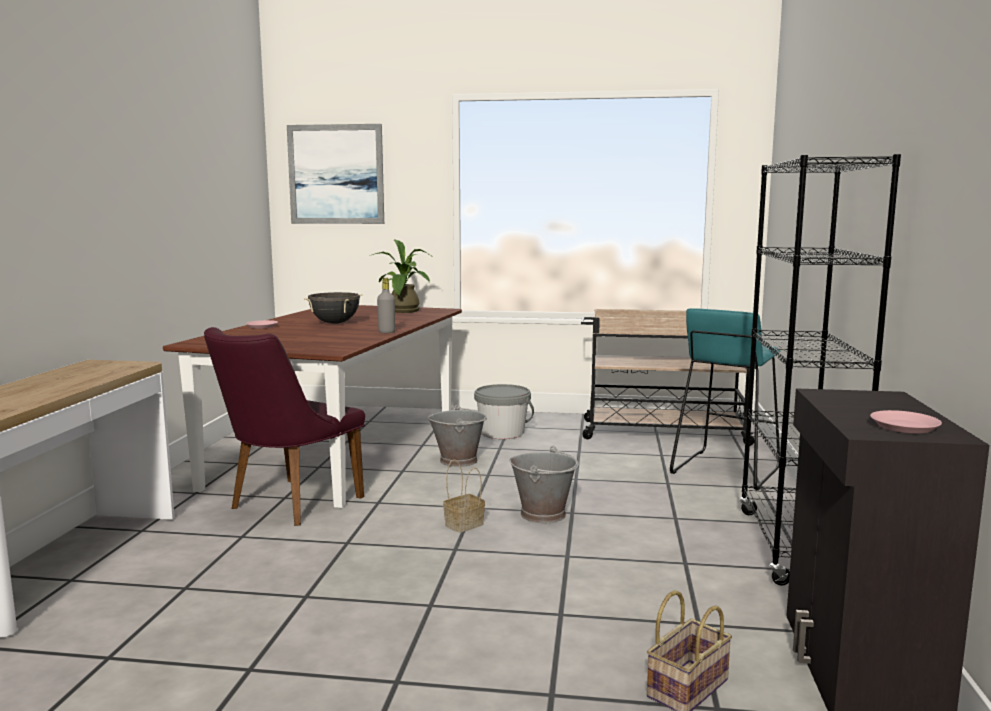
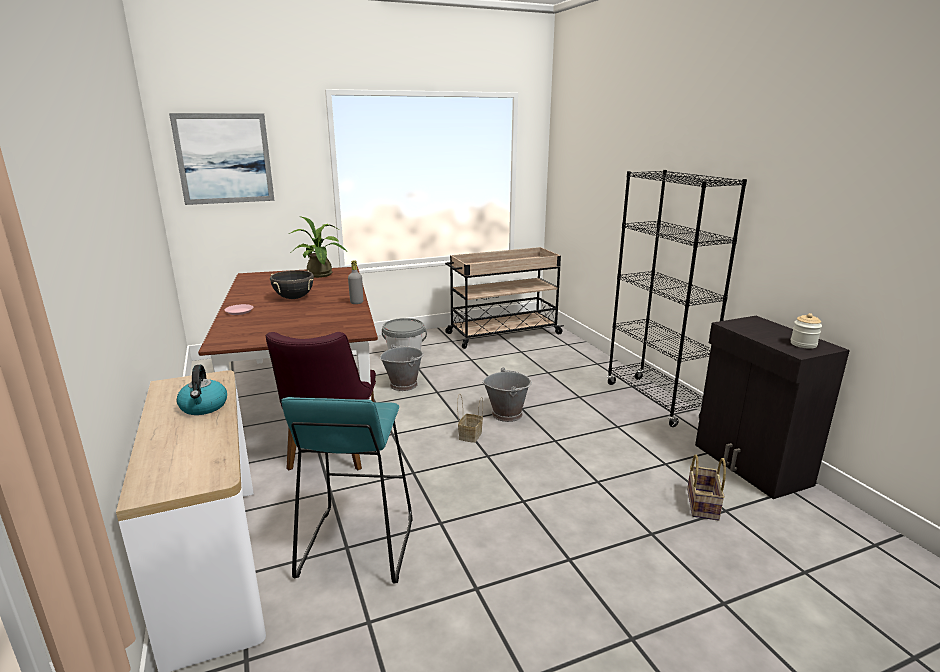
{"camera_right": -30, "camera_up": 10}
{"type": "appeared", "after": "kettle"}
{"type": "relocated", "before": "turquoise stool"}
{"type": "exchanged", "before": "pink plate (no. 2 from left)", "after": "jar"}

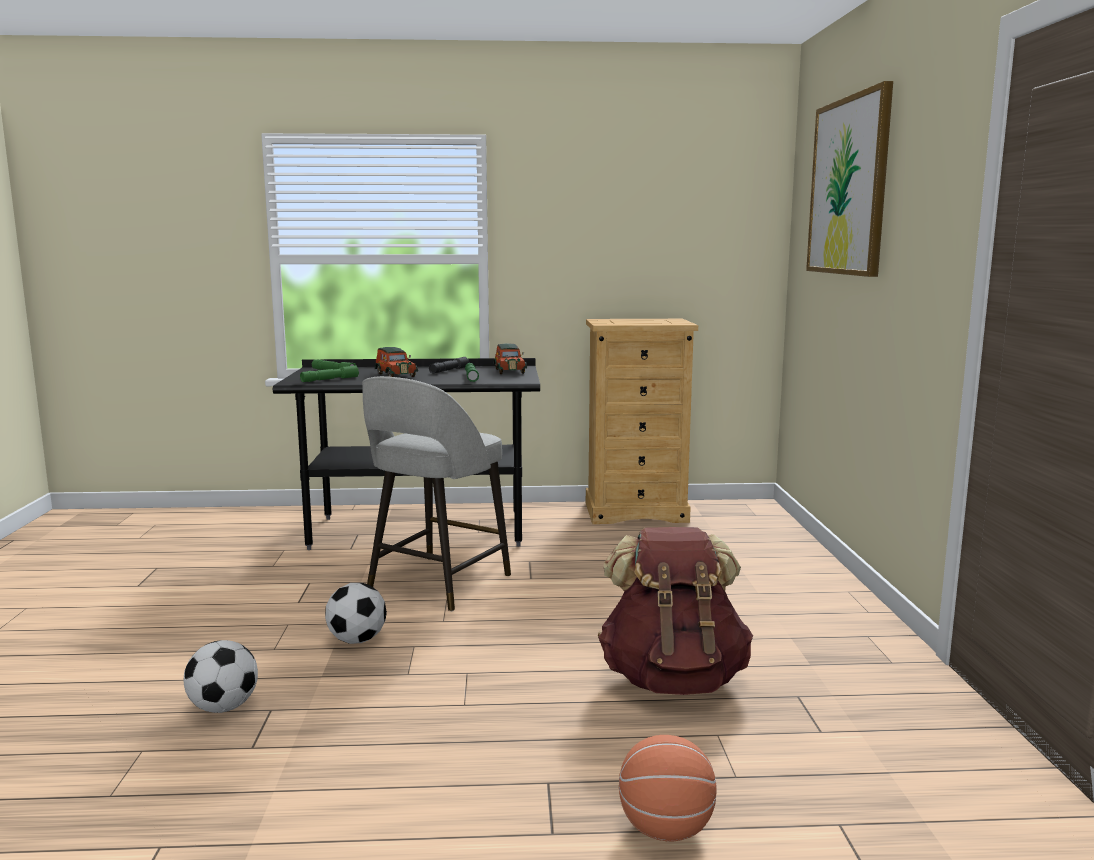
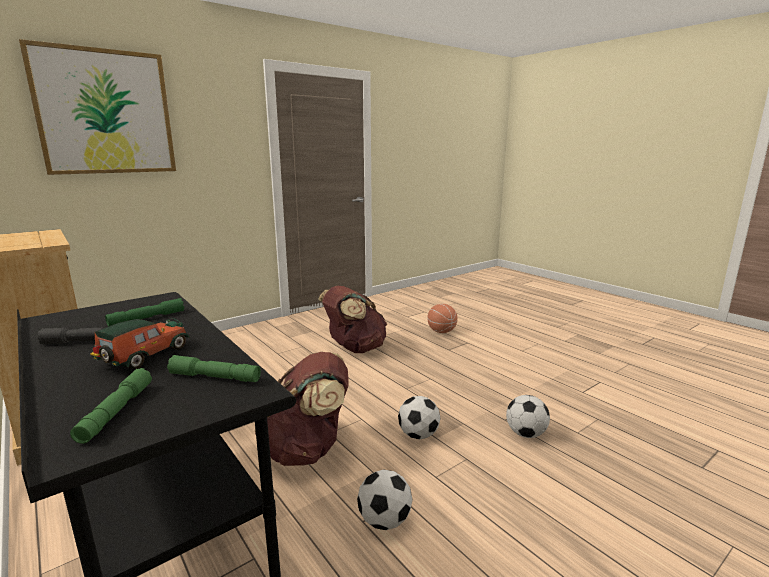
{"camera_right": -125, "camera_up": 5}
{"type": "exchanged", "before": "grey stool", "after": "brown backpack (no. 1 from left)"}
{"type": "appeared", "after": "football (no. 1 from left)"}
{"type": "missing", "before": "toy car (no. 2 from left)"}

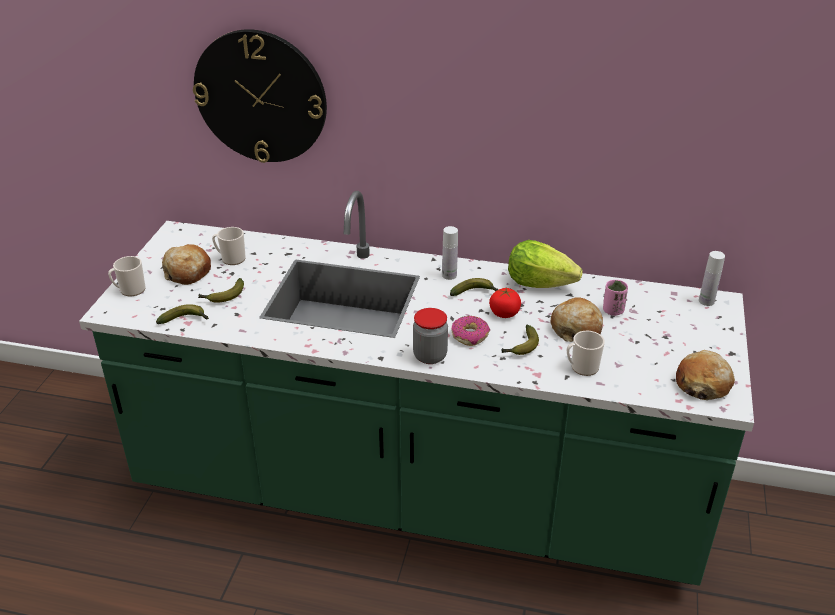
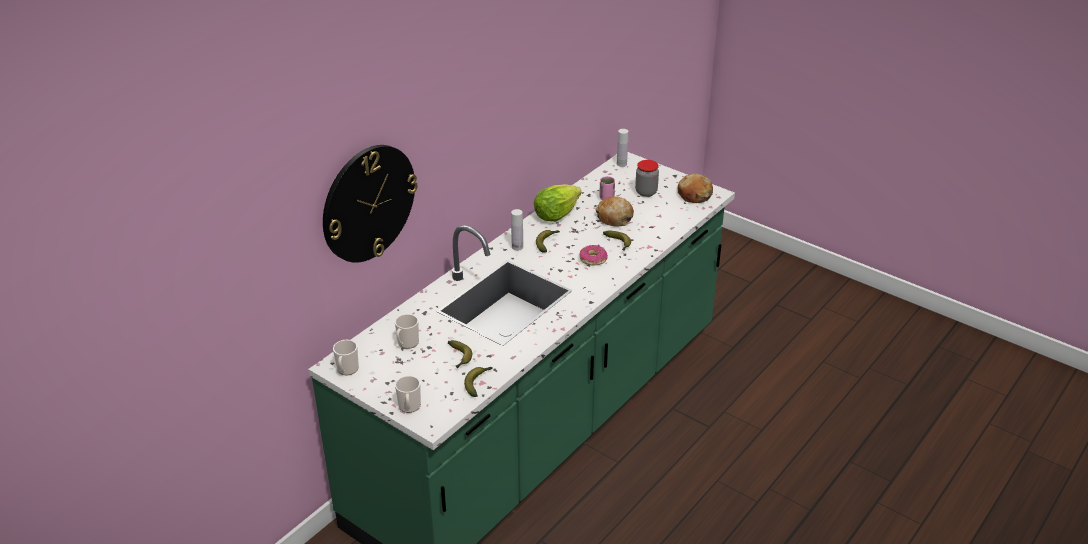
{"camera_right": -65, "camera_up": 0}
{"type": "relocated", "before": "mug (no. 3 from left in the first image)", "after": "mug (no. 1 from left)"}
{"type": "relocated", "before": "jar"}
{"type": "missing", "before": "bread (no. 1 from left)"}
{"type": "missing", "before": "tomato"}

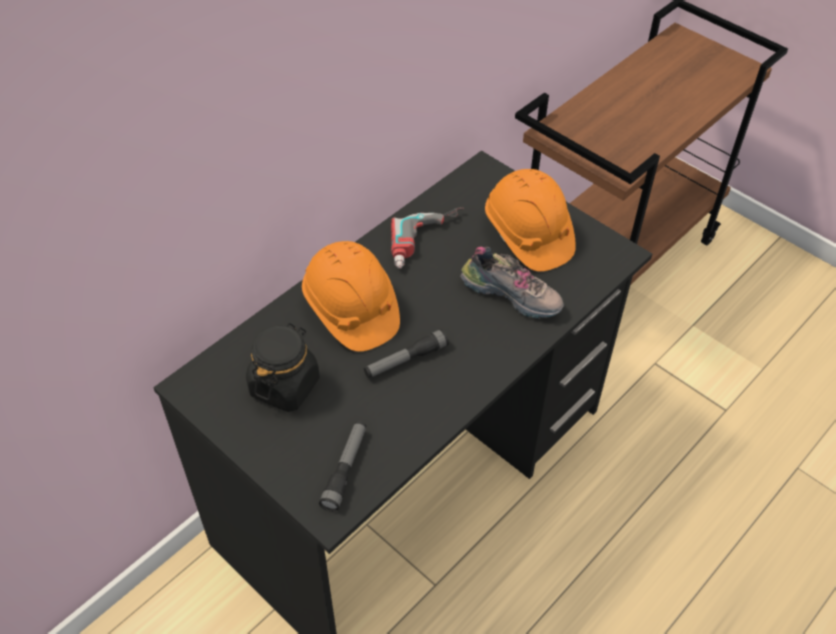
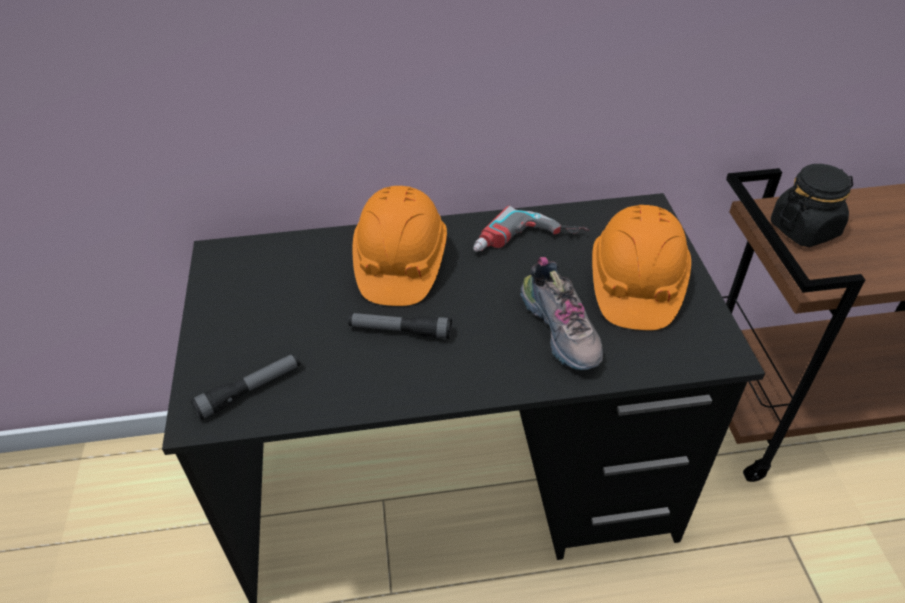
{"camera_right": 40, "camera_up": -5}
{"type": "relocated", "before": "black jar"}

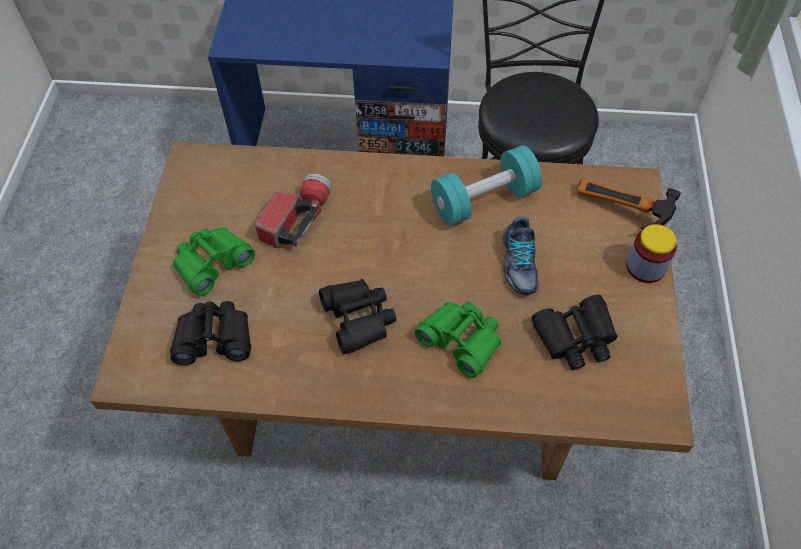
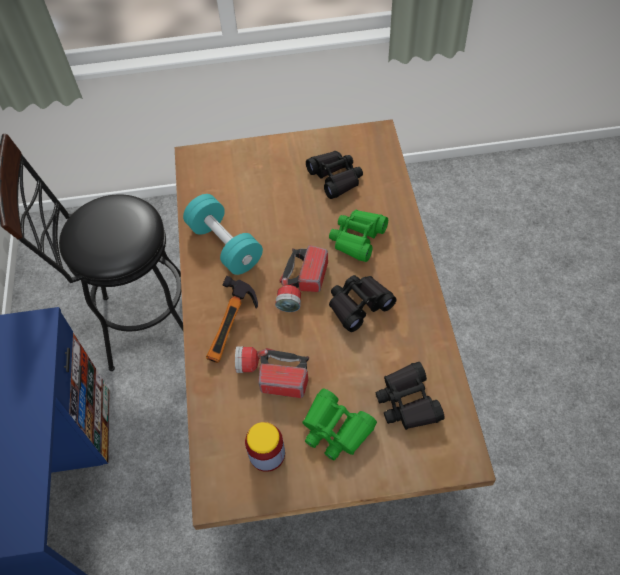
{"camera_right": -100, "camera_up": 0}
{"type": "relocated", "before": "hammer"}
{"type": "relocated", "before": "jar"}
{"type": "appeared", "after": "flashlight (no. 2 from left)"}
{"type": "missing", "before": "shoe"}

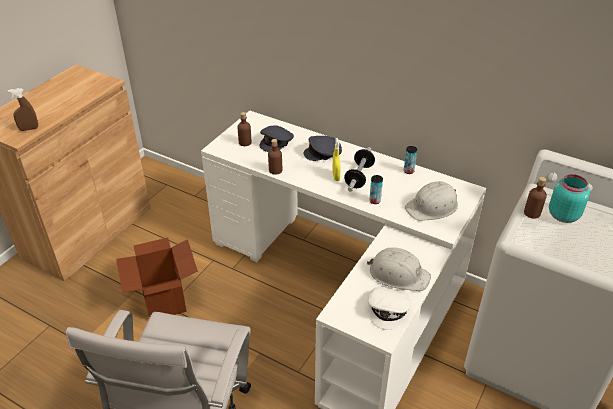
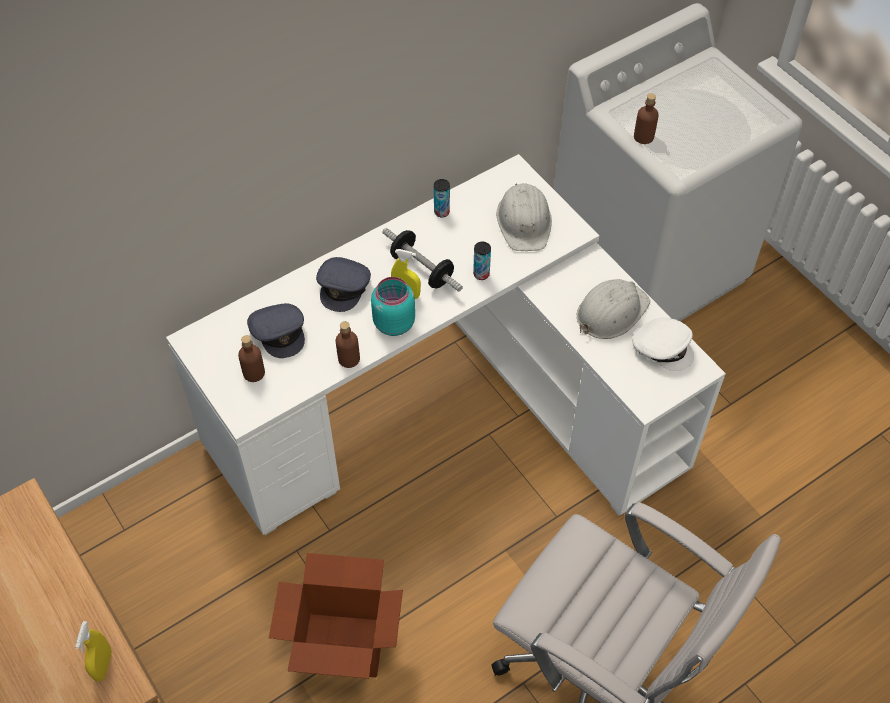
{"camera_right": -65, "camera_up": 15}
{"type": "colour", "before": "brown spray bottle", "after": "yellow spray bottle (no. 1 from left)"}
{"type": "relocated", "before": "turquoise jar"}

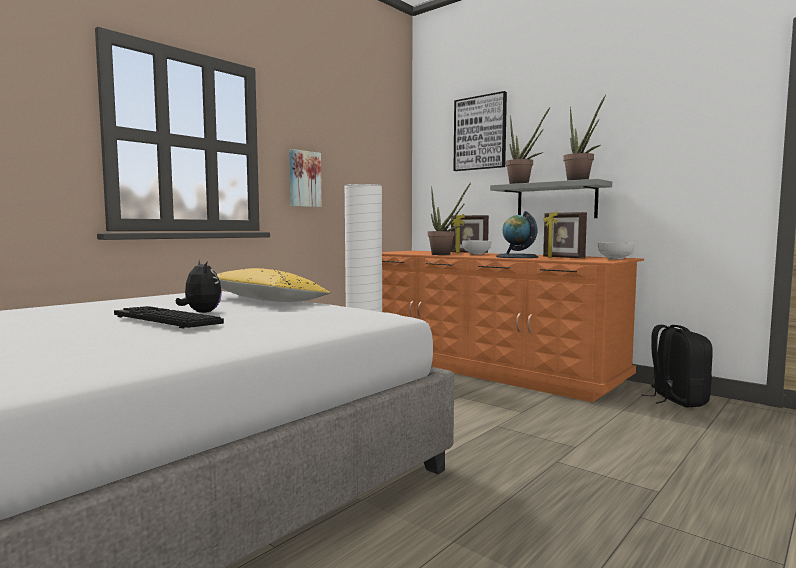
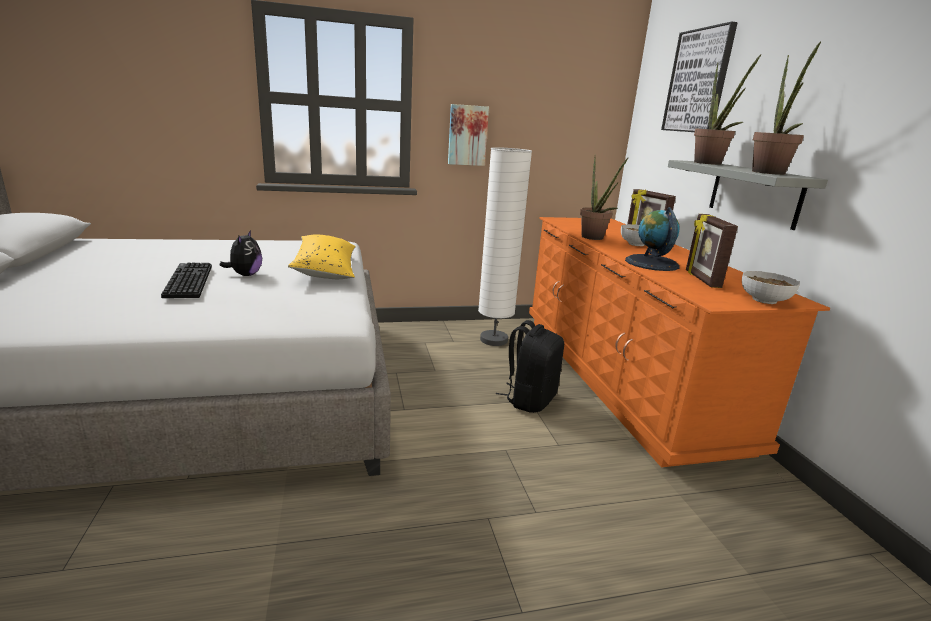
{"camera_right": 35, "camera_up": 15}
{"type": "relocated", "before": "black backpack"}

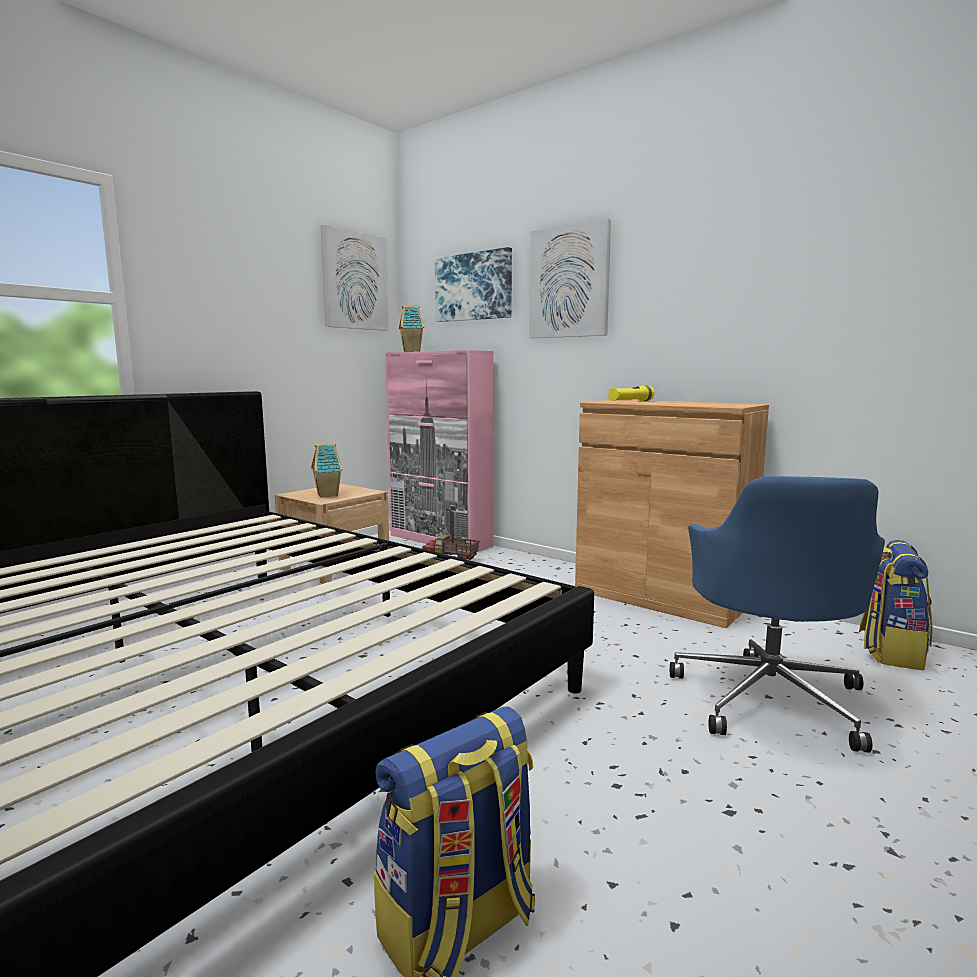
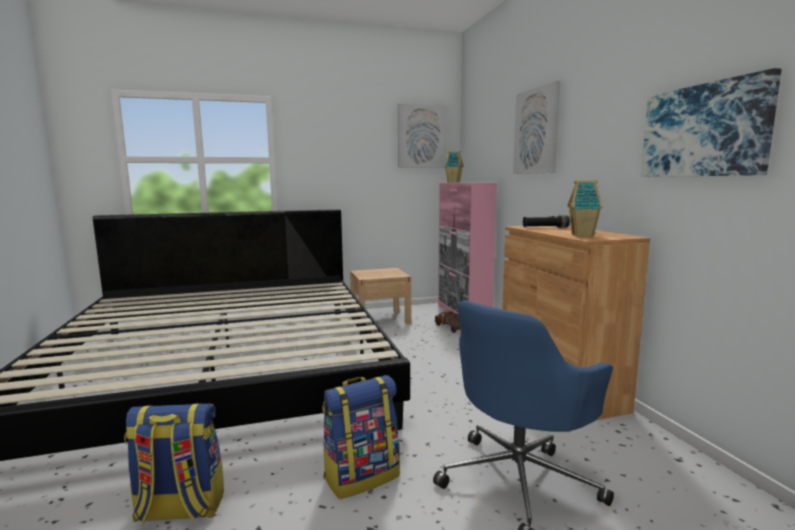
{"camera_right": 35, "camera_up": 0}
{"type": "relocated", "before": "backpack (no. 2 from left)"}
{"type": "colour", "before": "yellow flashlight", "after": "black flashlight"}
{"type": "relocated", "before": "toy house (no. 1 from left in the first image)", "after": "toy house (no. 2 from left)"}
{"type": "relocated", "before": "picture (no. 2 from left in the first image)", "after": "picture (no. 3 from left)"}

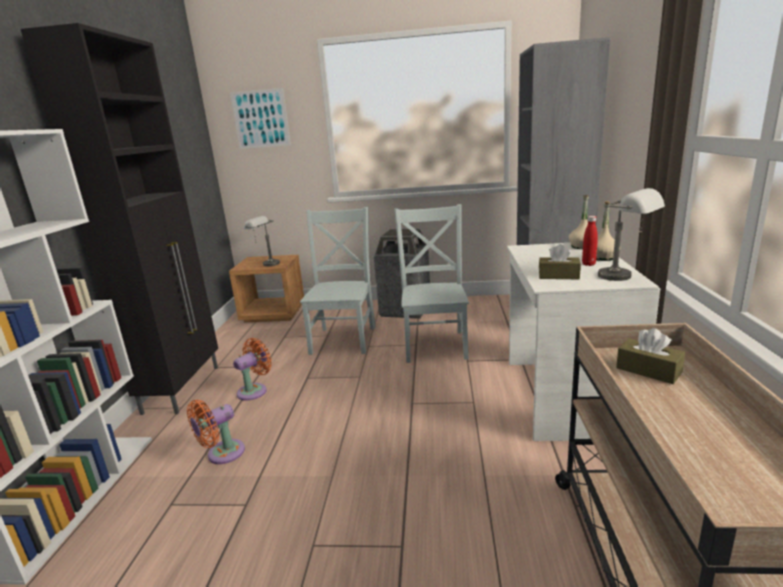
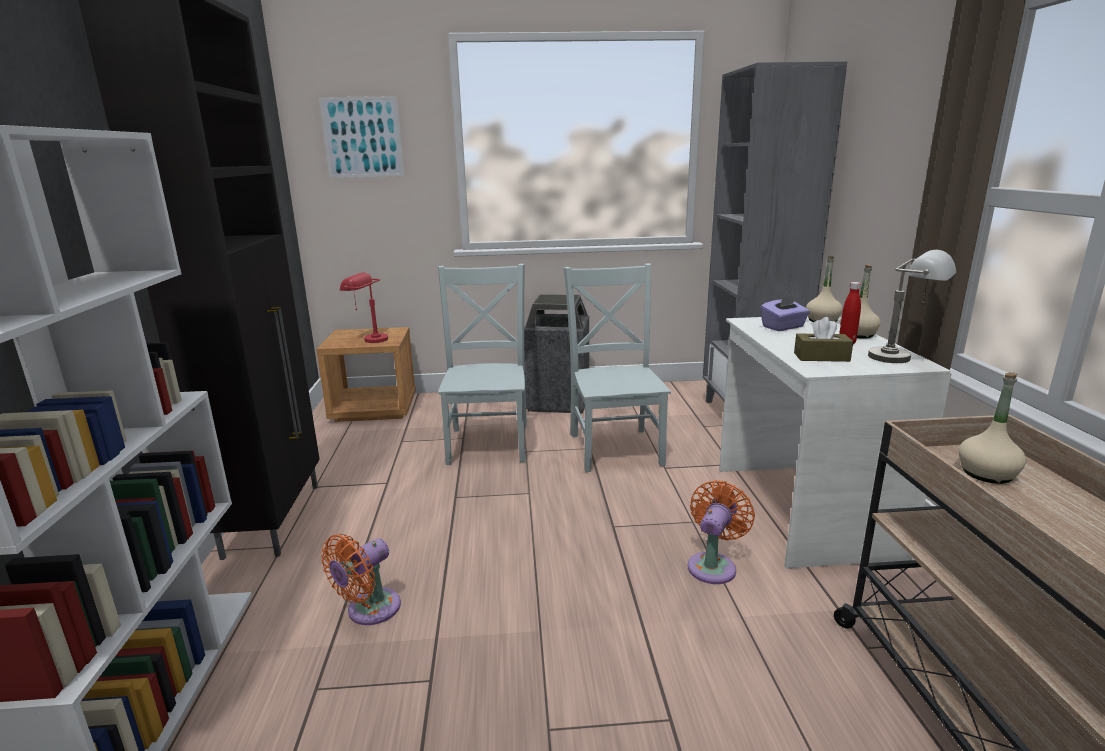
{"camera_right": -10, "camera_up": 0}
{"type": "colour", "before": "grey table lamp (no. 1 from left)", "after": "red table lamp"}
{"type": "relocated", "before": "orange fan (no. 2 from left)"}
{"type": "appeared", "after": "purple tissue box"}
{"type": "exchanged", "before": "brown tissue box (no. 2 from left)", "after": "beige bottle (no. 3 from left)"}

